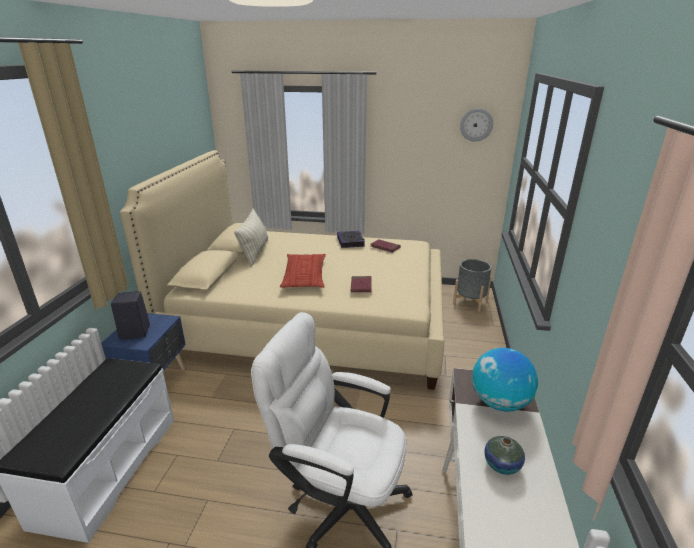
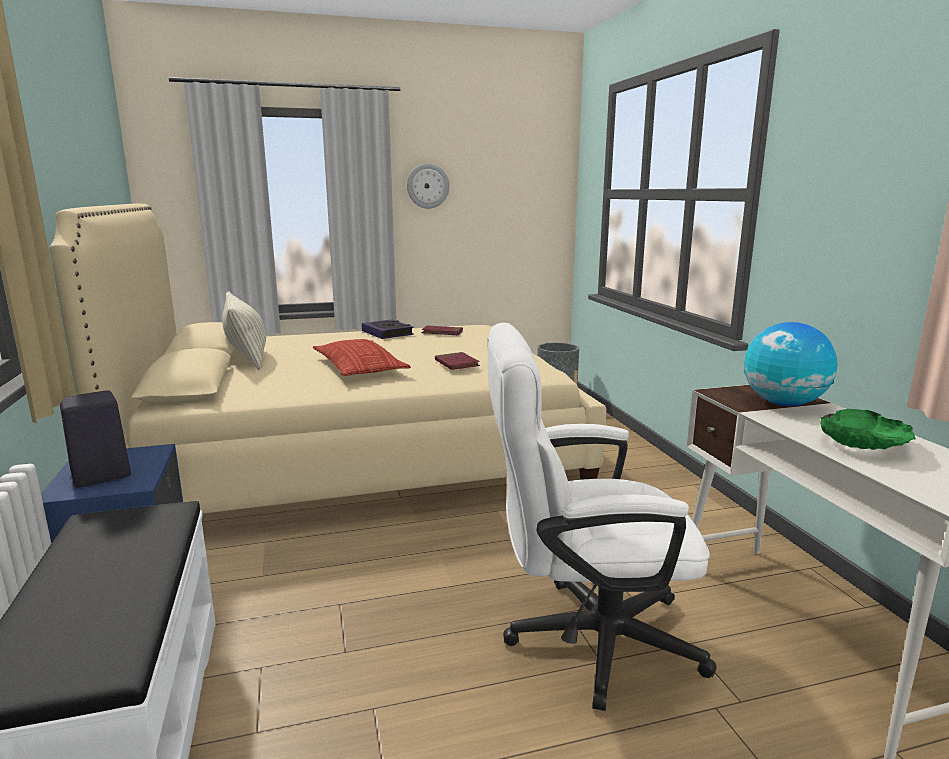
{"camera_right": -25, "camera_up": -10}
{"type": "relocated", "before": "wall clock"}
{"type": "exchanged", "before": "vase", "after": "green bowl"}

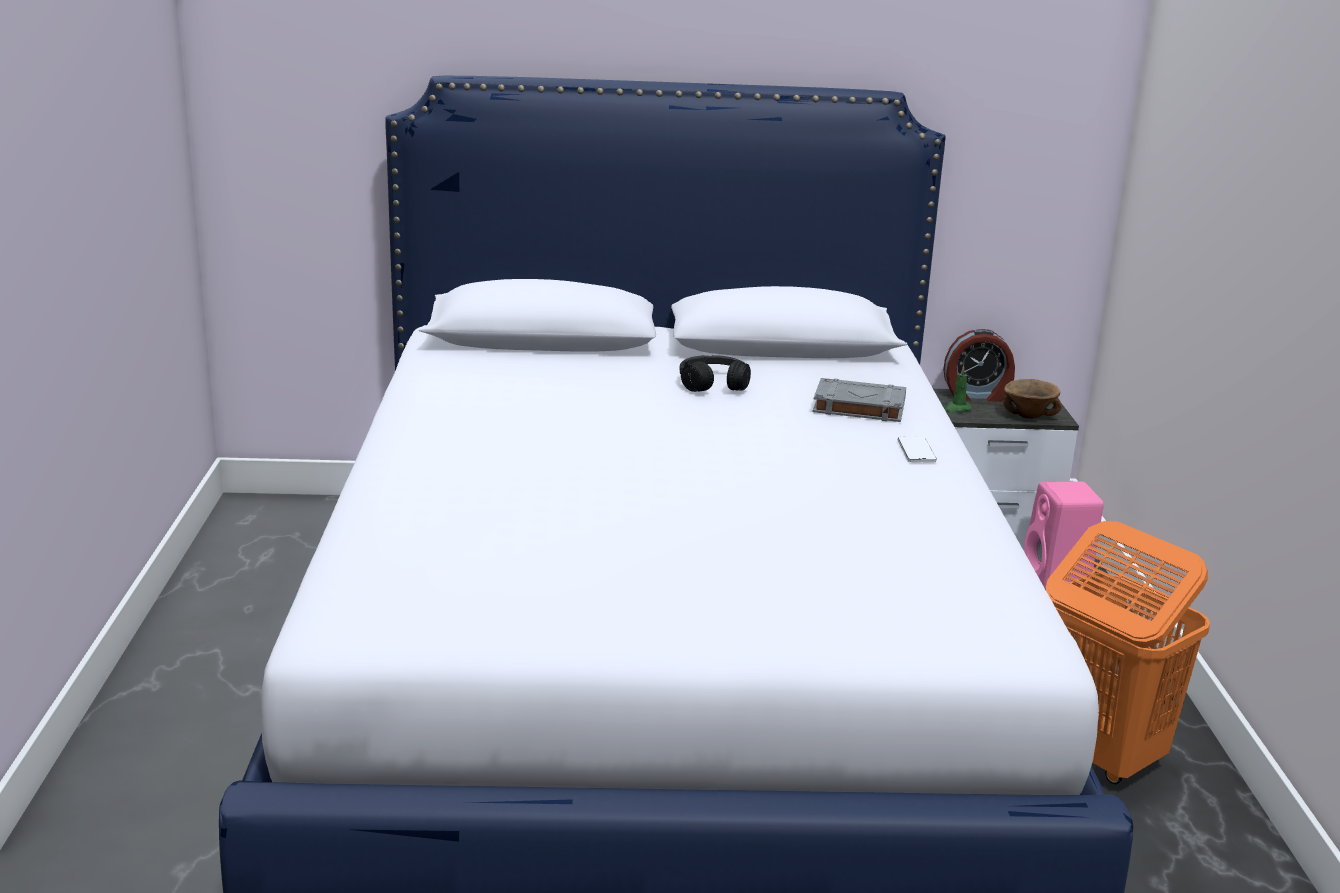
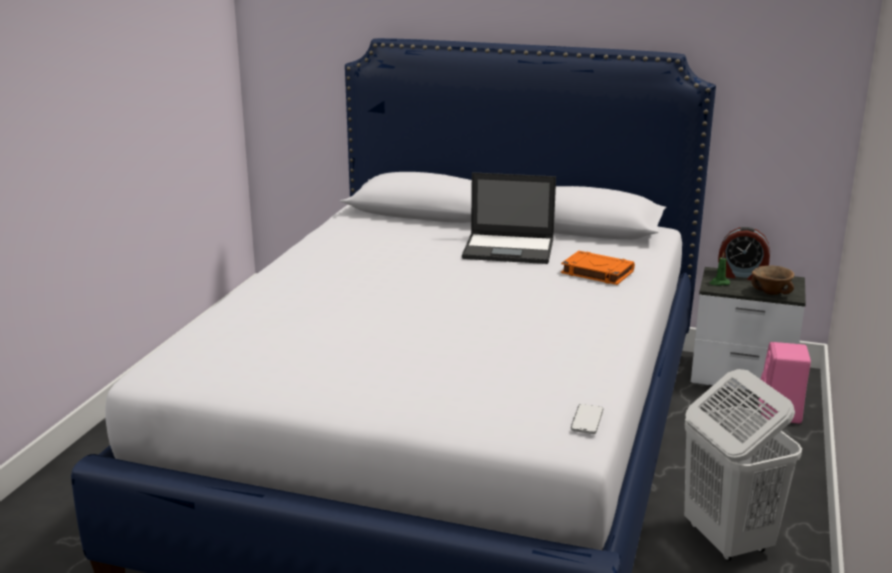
{"camera_right": 20, "camera_up": 0}
{"type": "exchanged", "before": "black headphones", "after": "laptop"}
{"type": "colour", "before": "grey book", "after": "orange book"}
{"type": "relocated", "before": "phone"}
{"type": "colour", "before": "orange laundry basket", "after": "white laundry basket"}

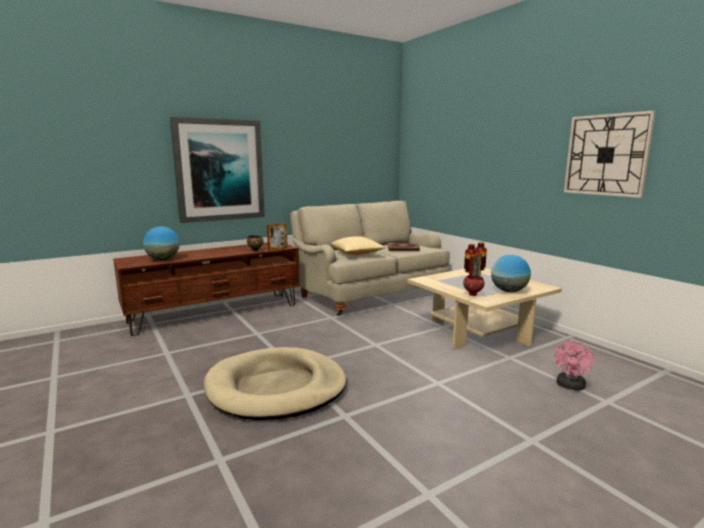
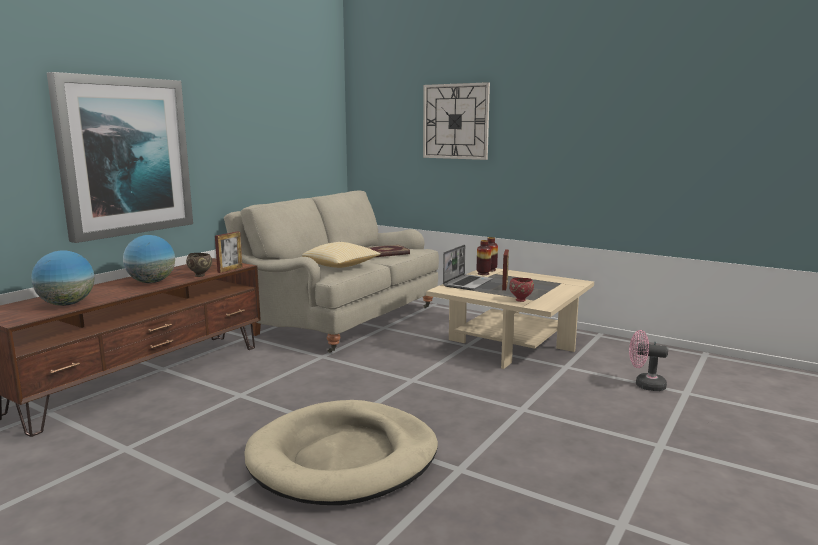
{"camera_right": -25, "camera_up": 0}
{"type": "relocated", "before": "globe (no. 2 from left)"}
{"type": "relocated", "before": "wall clock"}
{"type": "appeared", "after": "laptop"}
{"type": "spun", "before": "pink fan", "turn": 105}

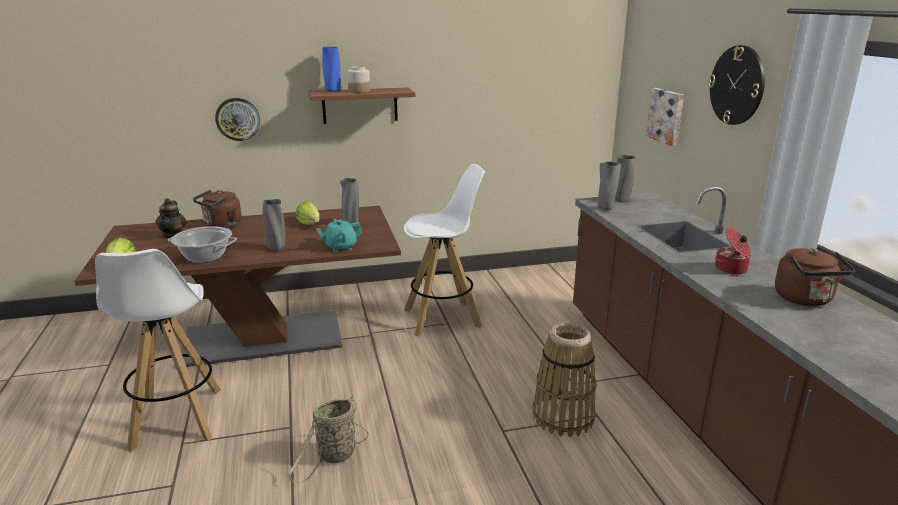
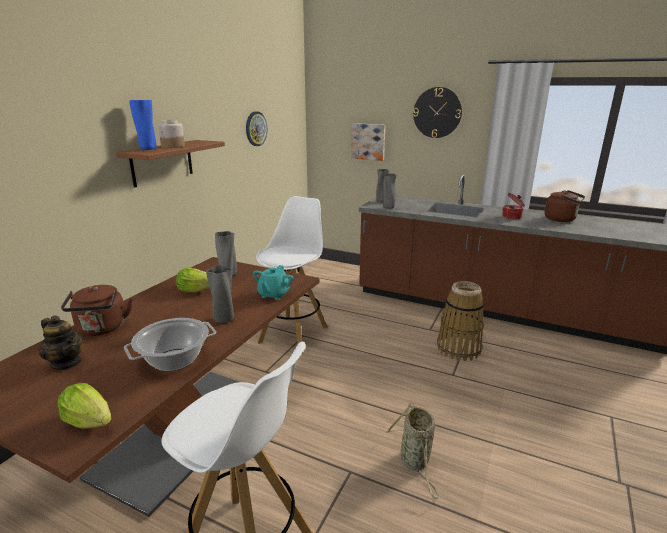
{"camera_right": -50, "camera_up": 0}
{"type": "relocated", "before": "wall clock (no. 1 from left)"}

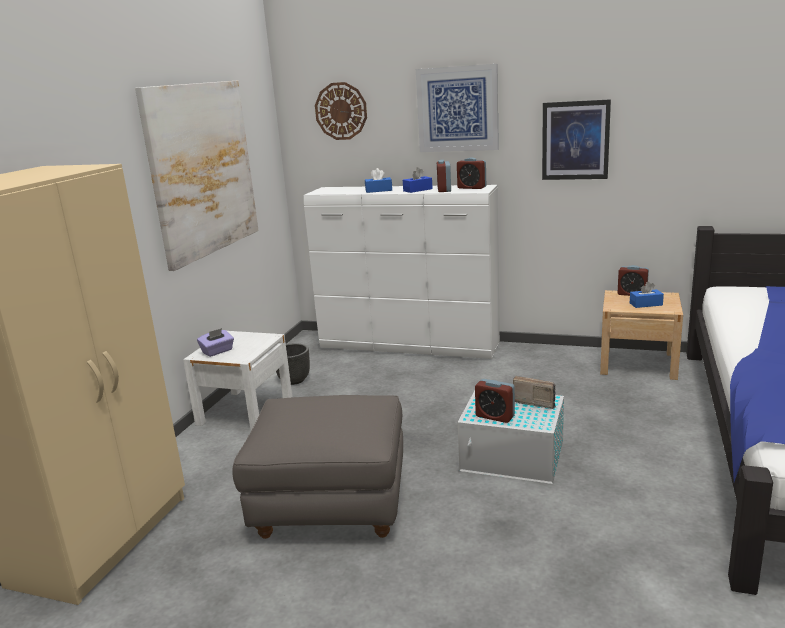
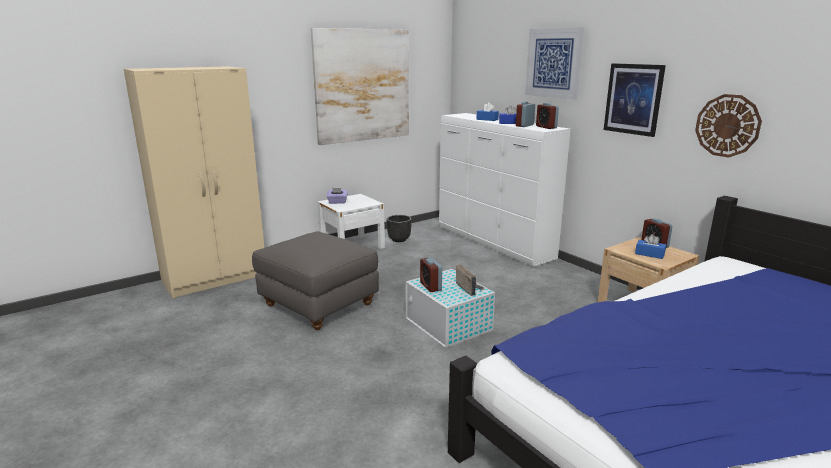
{"camera_right": 35, "camera_up": 0}
{"type": "relocated", "before": "wall clock"}

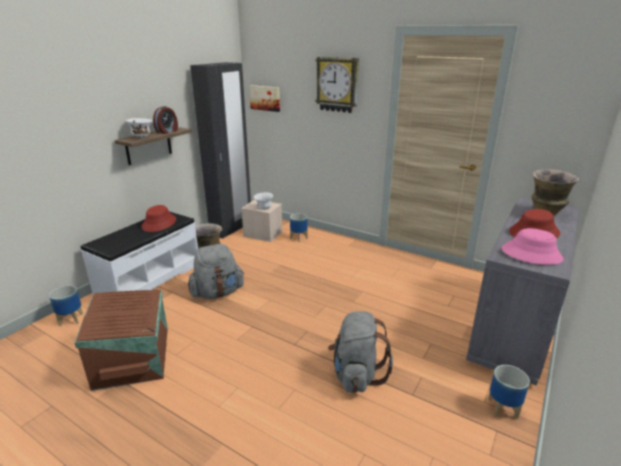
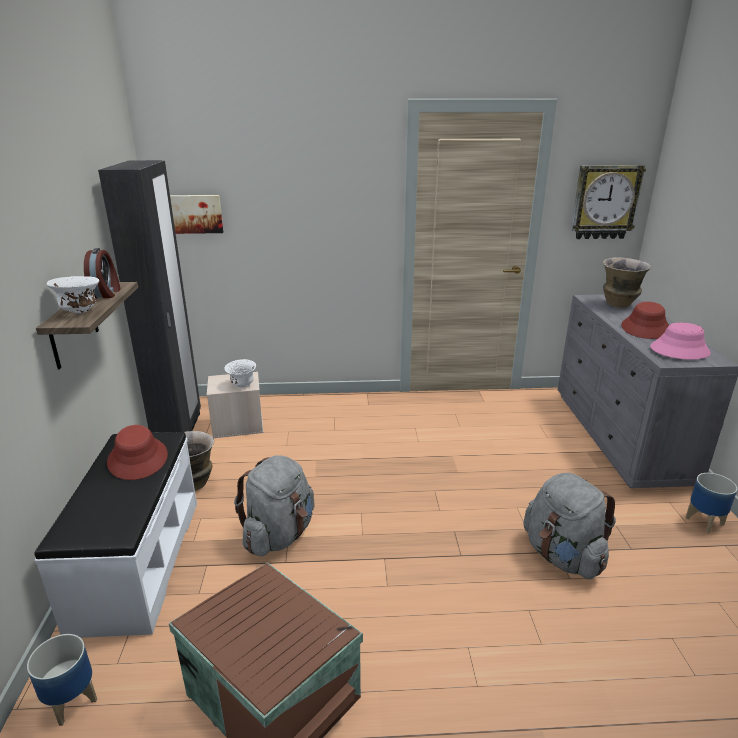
{"camera_right": -35, "camera_up": 0}
{"type": "relocated", "before": "wall clock"}
{"type": "missing", "before": "planter (no. 2 from left)"}

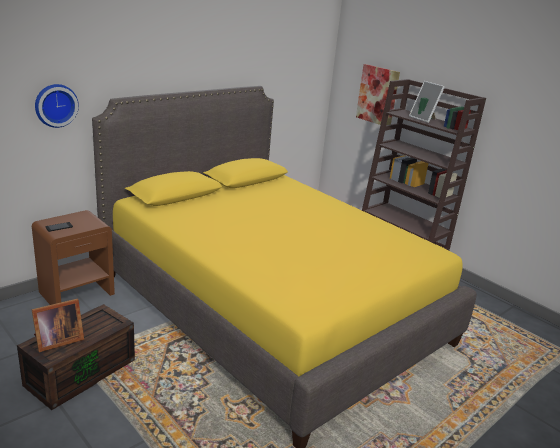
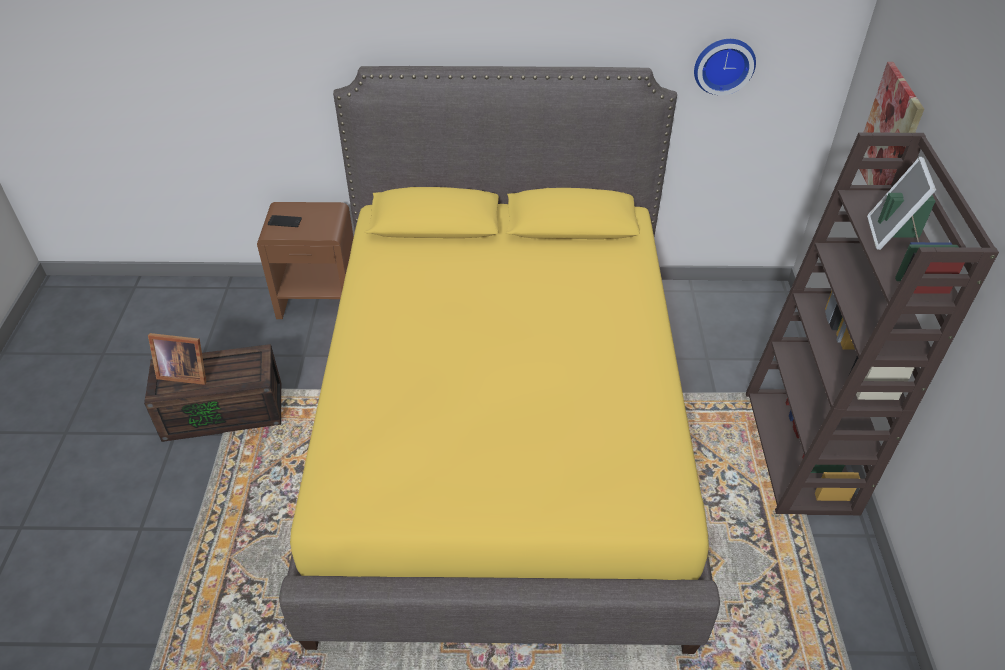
{"camera_right": 45, "camera_up": 20}
{"type": "relocated", "before": "wall clock"}

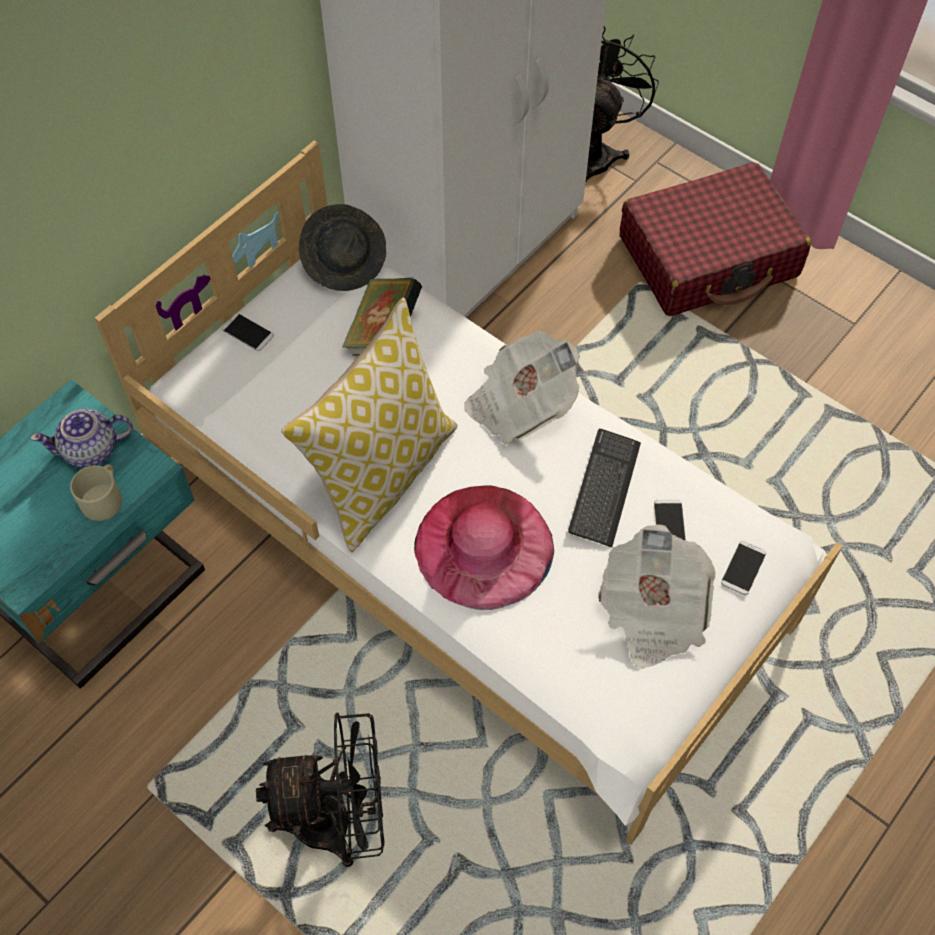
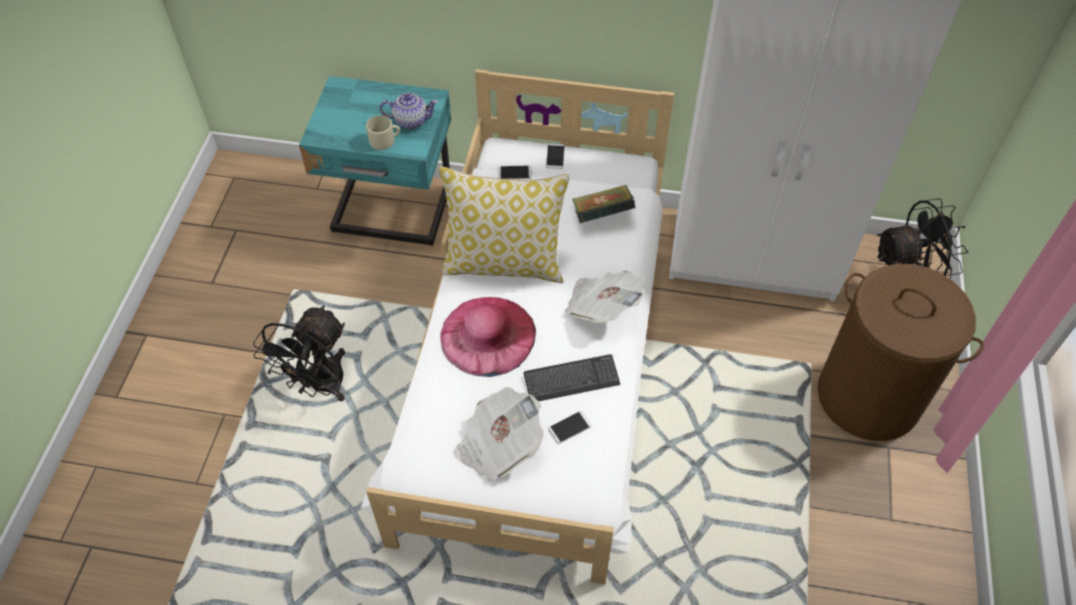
{"camera_right": 60, "camera_up": -5}
{"type": "spun", "before": "black fan (no. 1 from left)", "turn": 60}
{"type": "spun", "before": "teapot", "turn": 135}
{"type": "relocated", "before": "phone (no. 3 from left in the first image)", "after": "phone (no. 1 from left)"}
{"type": "exchanged", "before": "red suitcase", "after": "brown laundry basket"}
{"type": "missing", "before": "grey hat"}

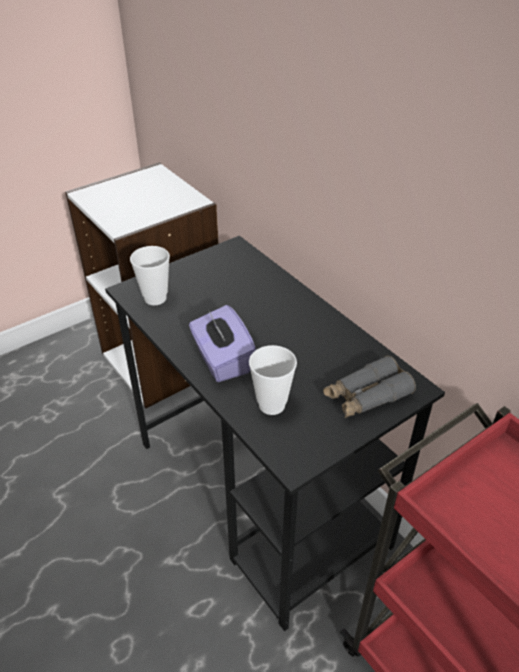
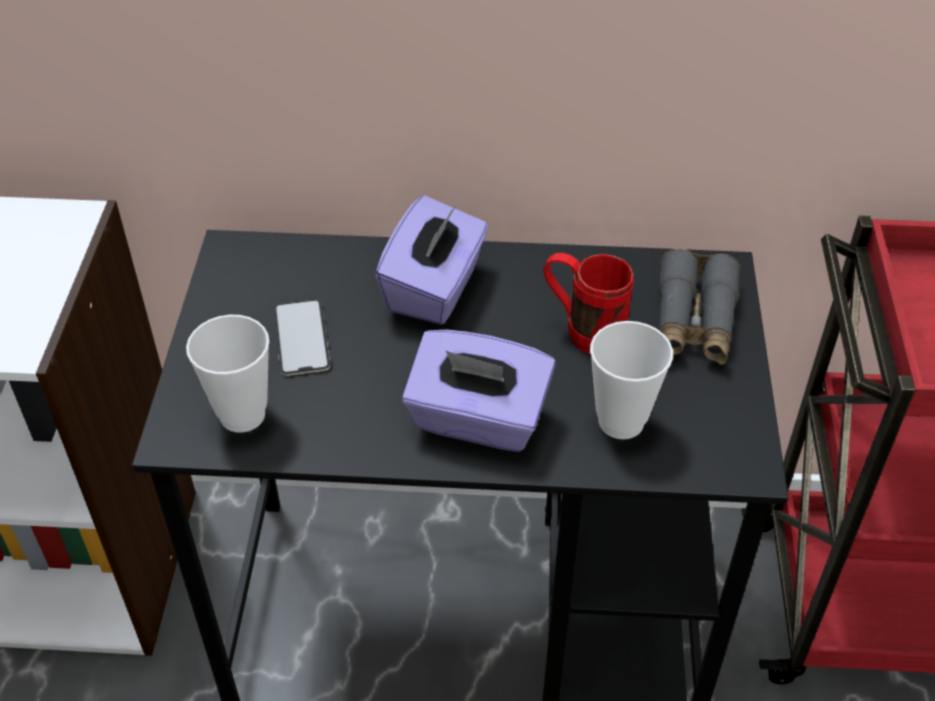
{"camera_right": -50, "camera_up": 5}
{"type": "appeared", "after": "phone"}
{"type": "appeared", "after": "purple tissue box (no. 1 from left)"}
{"type": "appeared", "after": "red mug"}

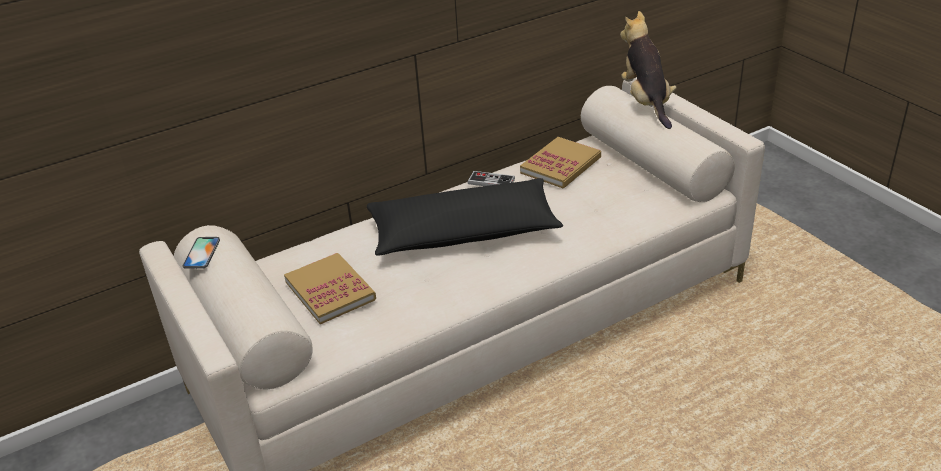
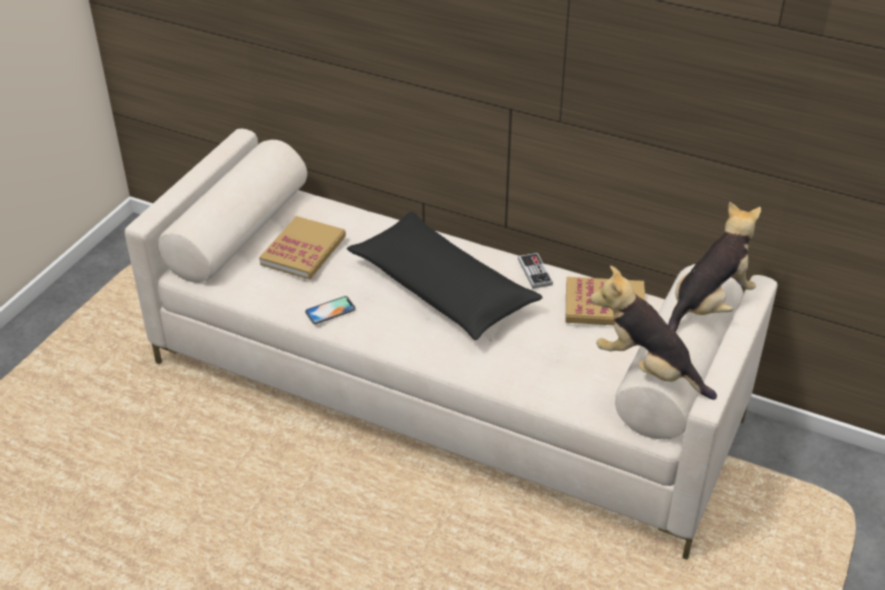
{"camera_right": 55, "camera_up": 5}
{"type": "relocated", "before": "phone"}
{"type": "appeared", "after": "plush toy (no. 1 from left)"}

